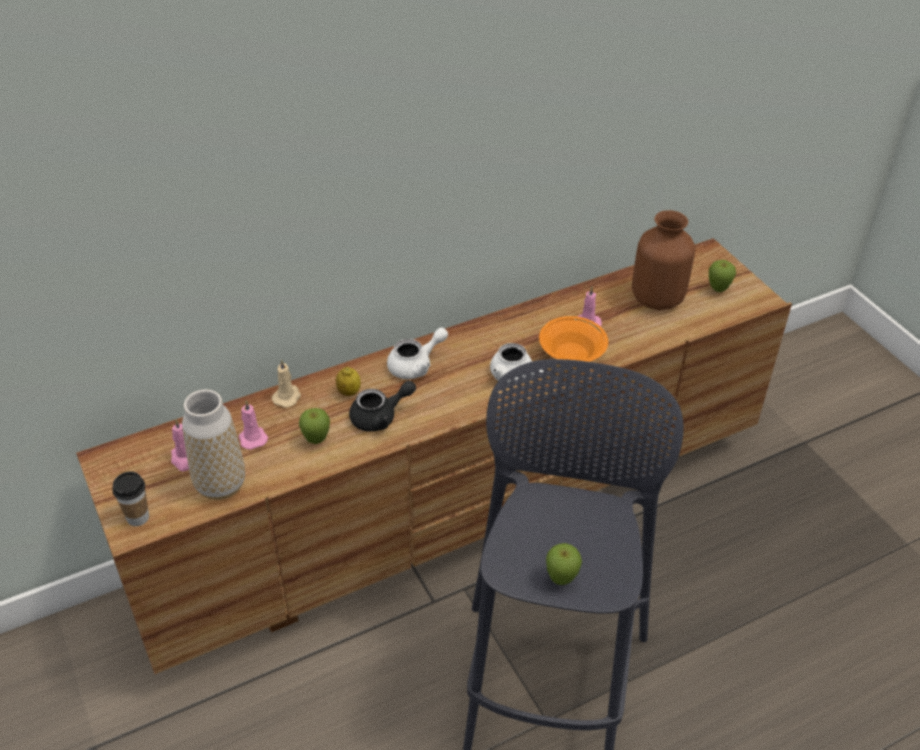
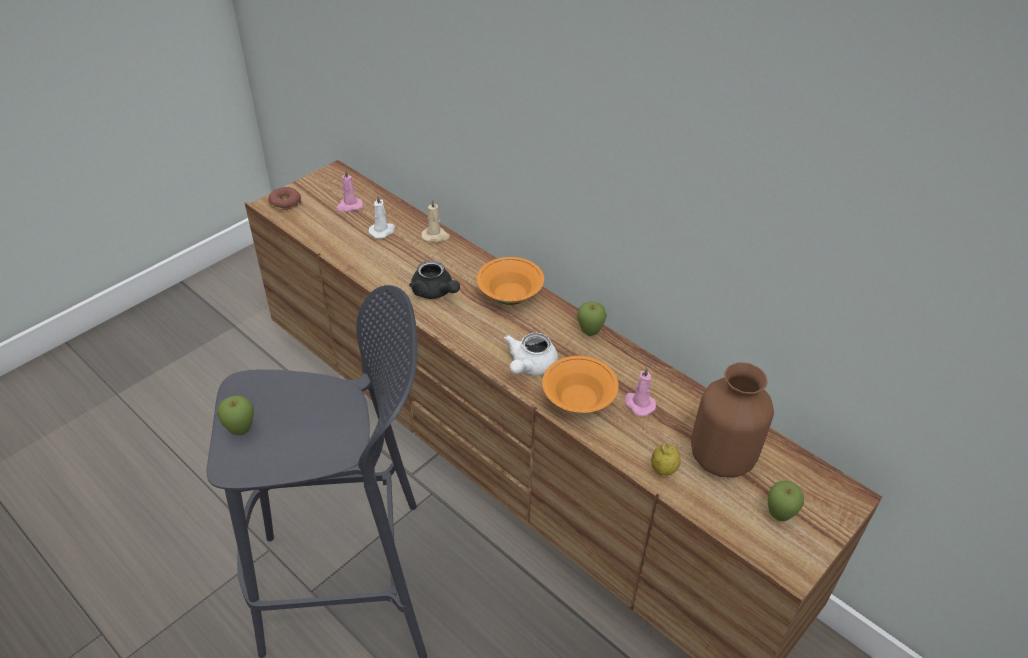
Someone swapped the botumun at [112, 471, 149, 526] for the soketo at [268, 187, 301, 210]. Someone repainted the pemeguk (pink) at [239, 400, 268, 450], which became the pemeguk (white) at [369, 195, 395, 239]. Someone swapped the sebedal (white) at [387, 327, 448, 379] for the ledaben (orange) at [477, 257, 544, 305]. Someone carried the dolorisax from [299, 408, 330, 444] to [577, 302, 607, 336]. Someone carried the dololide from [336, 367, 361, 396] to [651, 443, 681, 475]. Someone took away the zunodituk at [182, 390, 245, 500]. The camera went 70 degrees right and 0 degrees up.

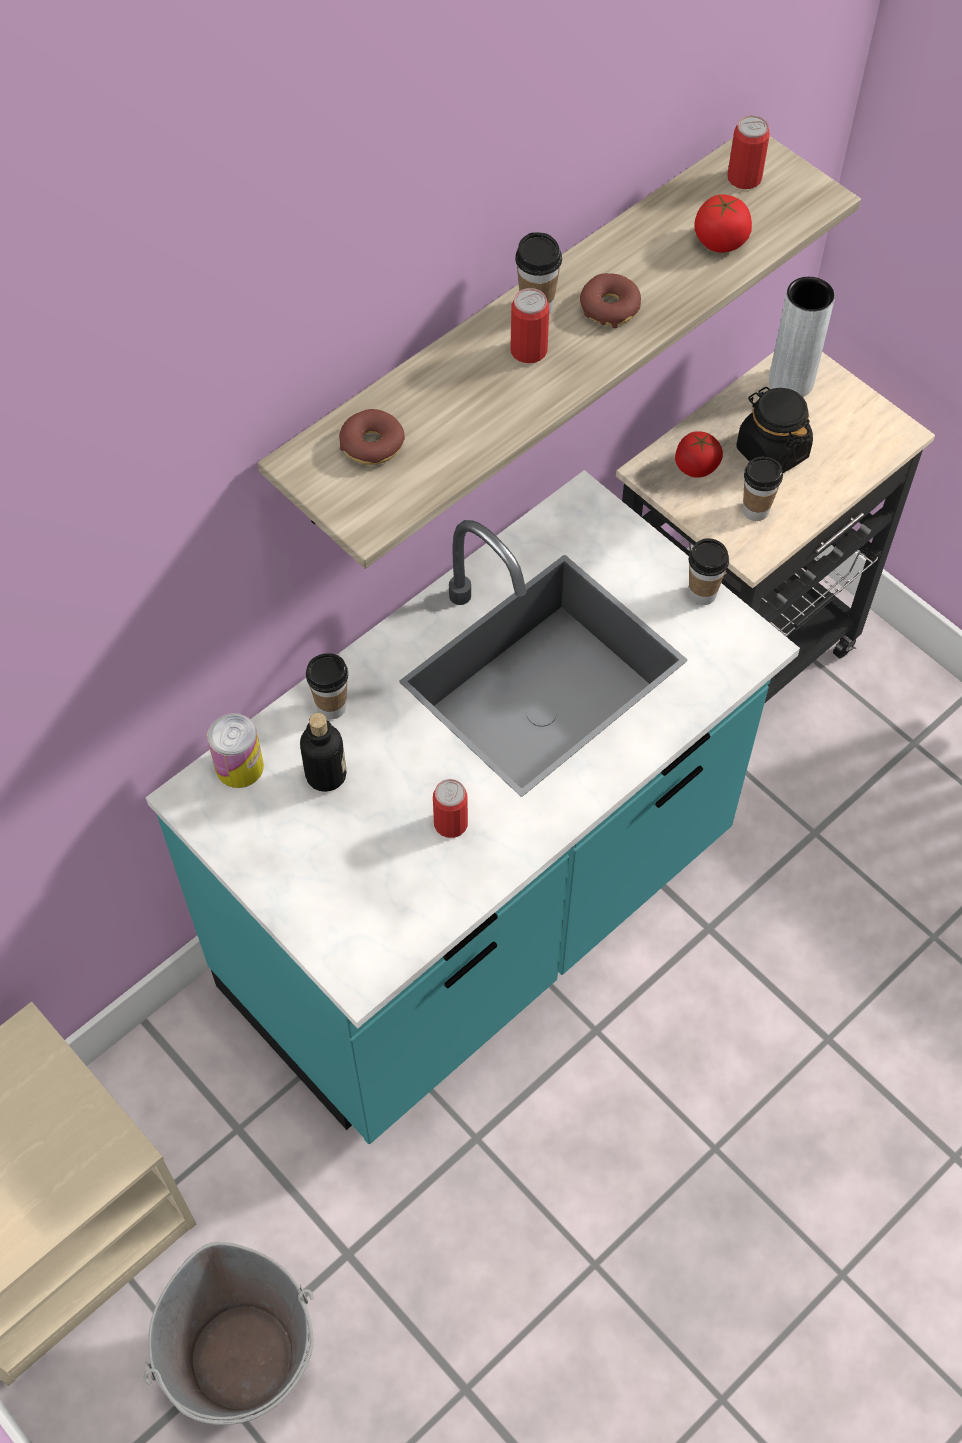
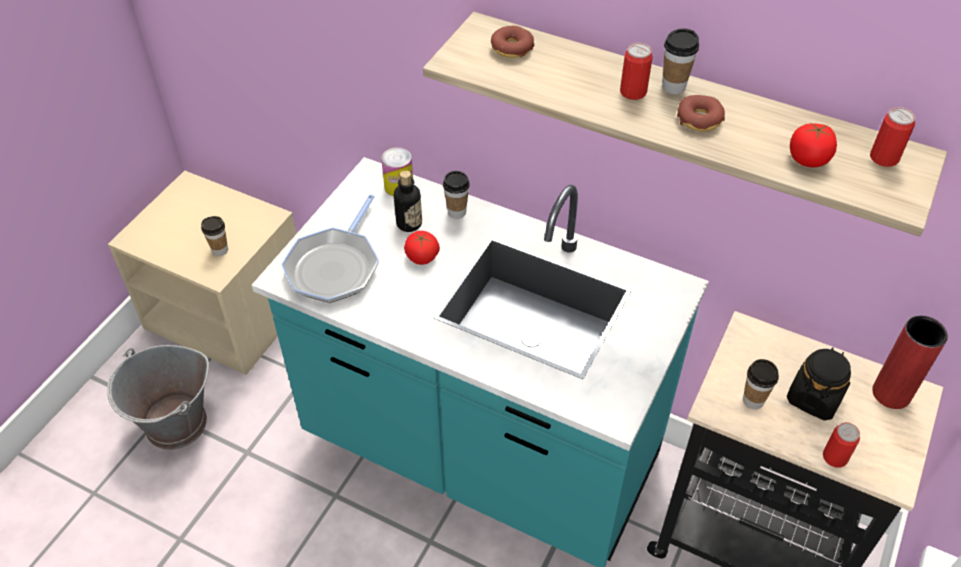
Someone carried the botumun from [689, 538, 729, 605] to [201, 216, 228, 256]. Someone put down the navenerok at [282, 194, 379, 303]. Someone carried the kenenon from [675, 431, 723, 478] to [404, 231, 440, 265]. Someone carried the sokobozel from [433, 779, 468, 838] to [823, 422, 860, 468]. Someone repainted the zunodituk (grey) at [769, 277, 835, 397], which became the zunodituk (red) at [872, 316, 948, 409]. The camera went 70 degrees right and 10 degrees down.

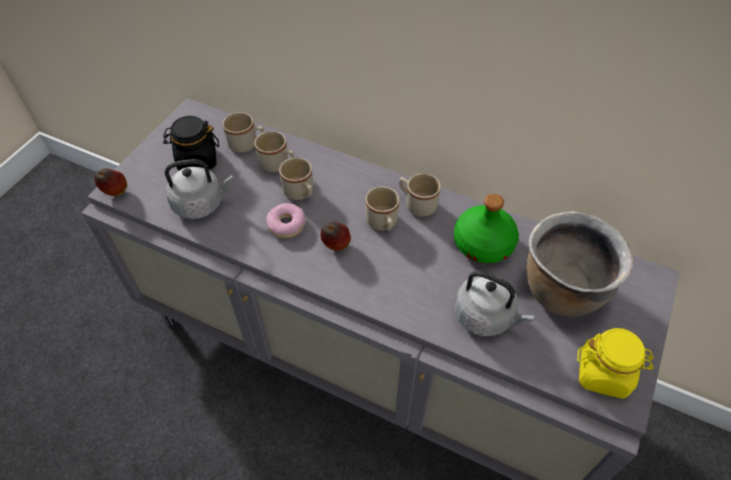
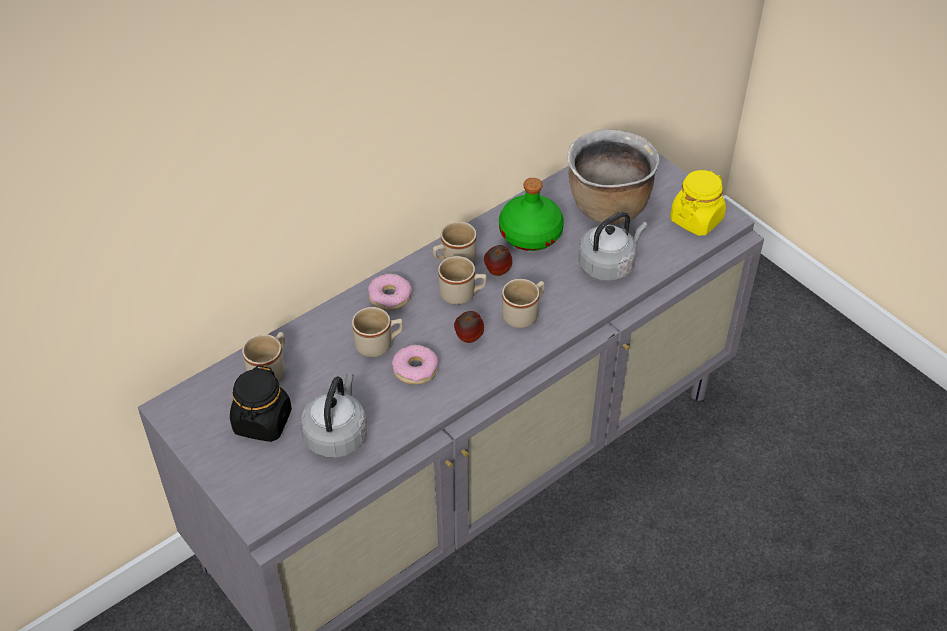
Someone put down the soketo at [368, 274, 412, 310]. Someone carried the dolorisax from [94, 168, 127, 196] to [484, 245, 512, 276]. Someone carried the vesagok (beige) from [254, 131, 294, 172] to [502, 279, 545, 328]. The camera went 65 degrees left and 5 degrees down.

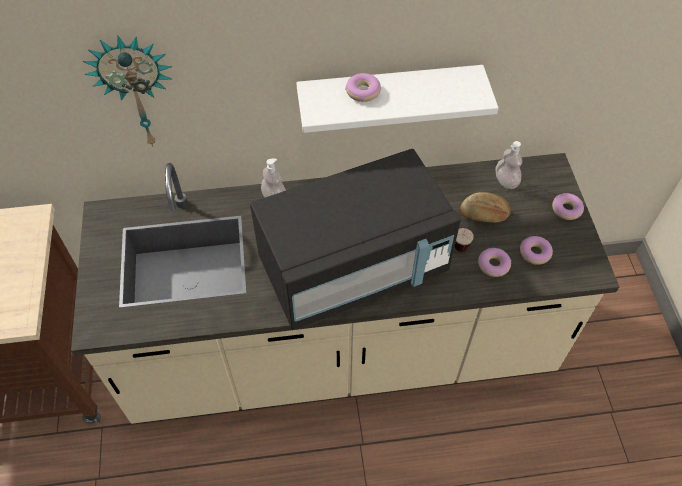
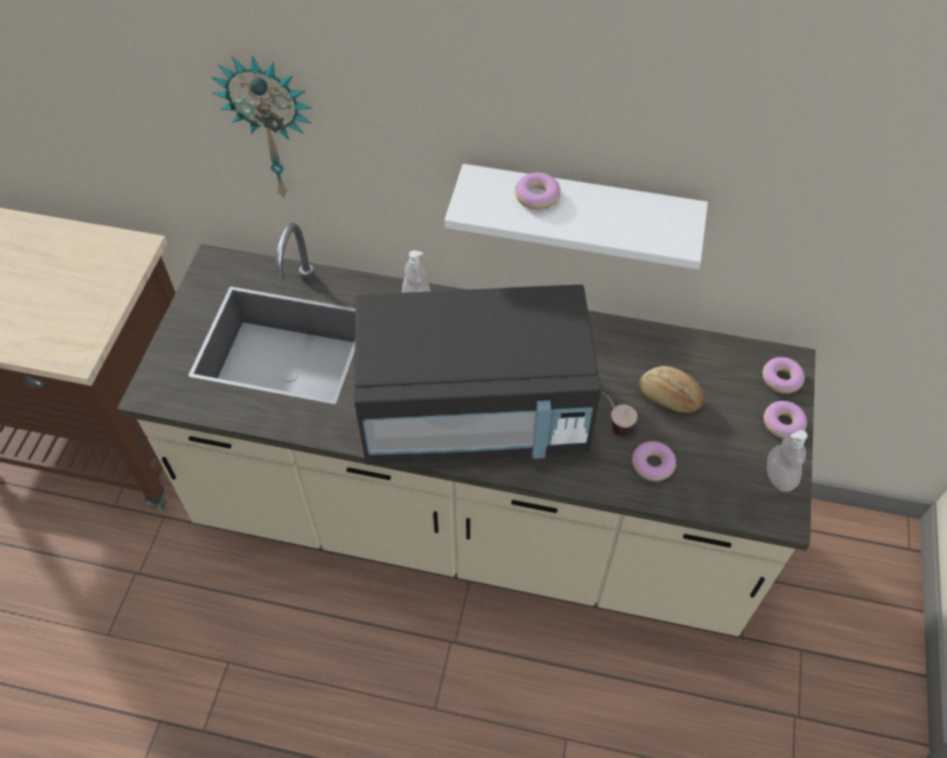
Someone carried the soketo from [520, 236, 553, 265] to [762, 357, 805, 394]. Someone carried the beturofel from [495, 141, 522, 189] to [767, 430, 808, 492]. The camera went 20 degrees right and 0 degrees up.

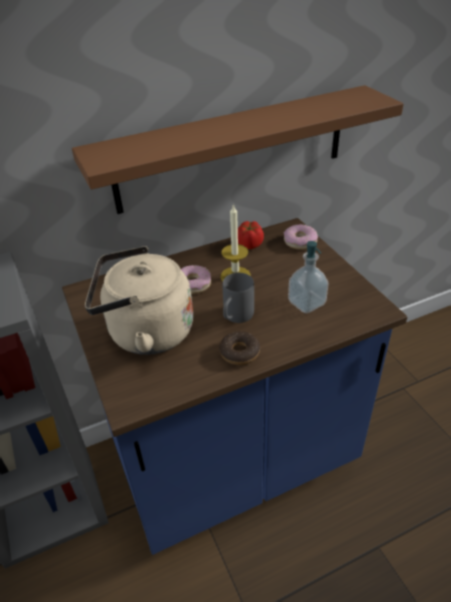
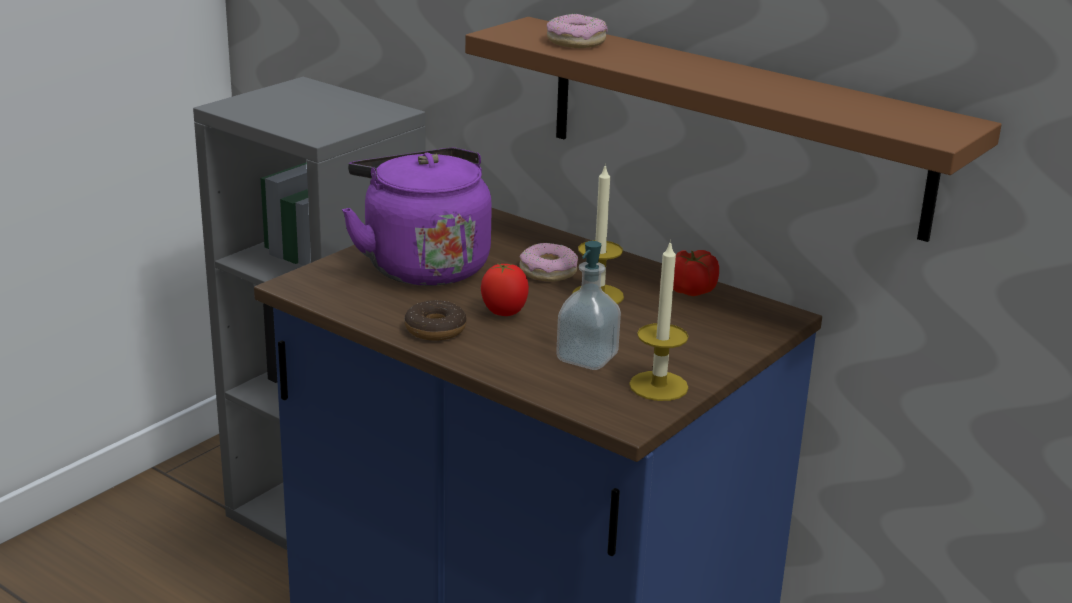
Someone repainted the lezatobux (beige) at [85, 246, 193, 355], which became the lezatobux (purple) at [342, 148, 492, 286]. Someone swapped the vesagok (grey) at [223, 273, 254, 323] for the kenenon at [481, 263, 529, 316]. Someone carried the soketo from [284, 224, 318, 250] to [547, 14, 608, 48]. Someone put down the pemeguk at [629, 240, 689, 401]. The camera went 60 degrees right and 15 degrees down.

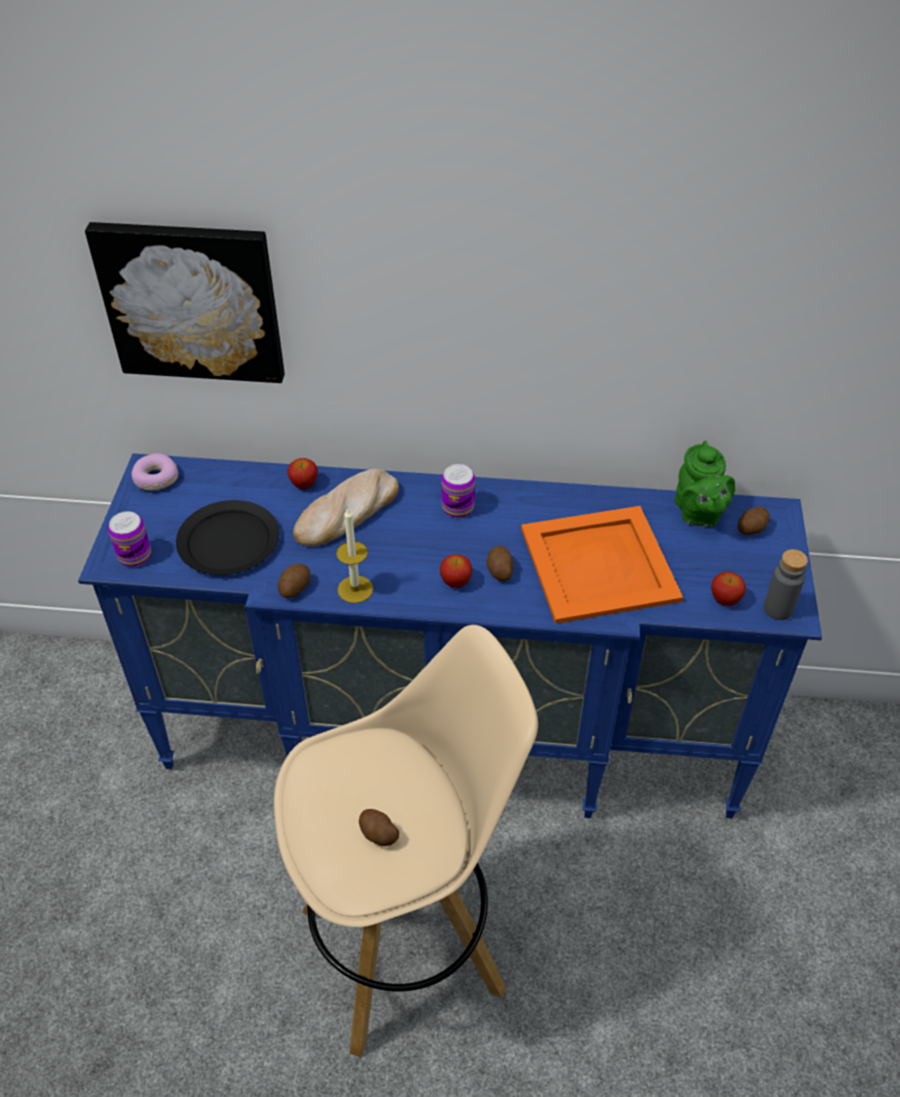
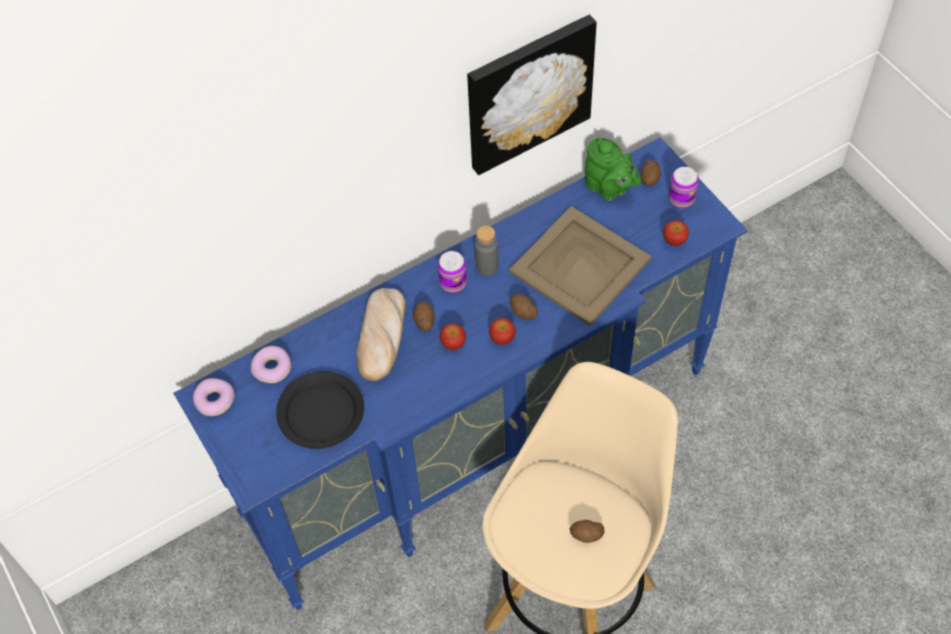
Someone put down the soketo at [251, 346, 291, 383]. Someone carried the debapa from [278, 564, 310, 598] to [413, 301, 435, 331]. Someone carried the dolorisax from [288, 458, 318, 489] to [440, 324, 466, 350]. Someone carried the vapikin from [85, 222, 285, 383] to [467, 15, 597, 175]. Someone carried the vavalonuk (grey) from [763, 549, 808, 620] to [475, 226, 498, 276]. Someone repainted the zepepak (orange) at [521, 506, 683, 624], which became the zepepak (beige) at [509, 206, 652, 326]. Someone carried the sokobozel from [108, 511, 151, 567] to [669, 167, 699, 208]. Someone took away the pemeguk at [336, 509, 373, 603]. The camera went 35 degrees left and 10 degrees up.

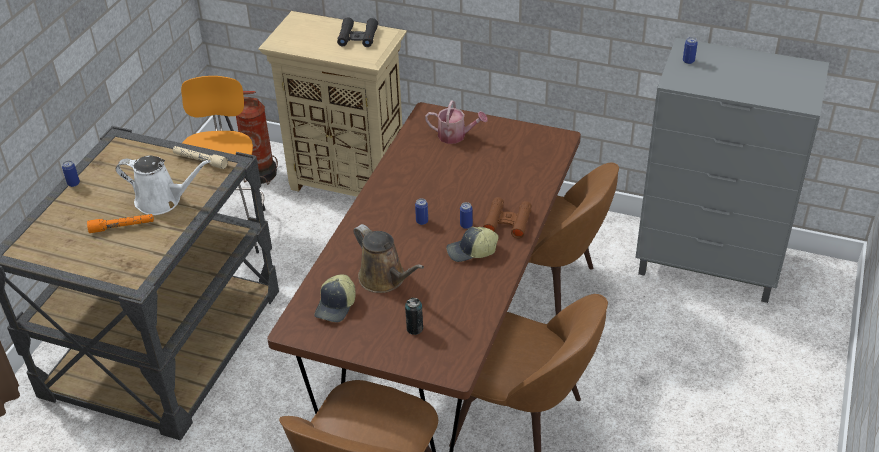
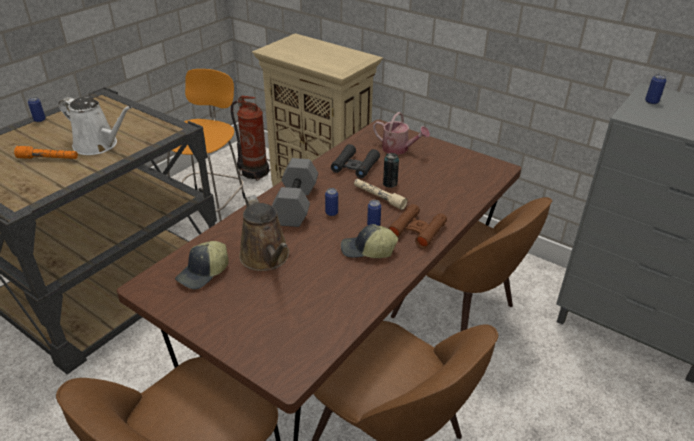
Someone put down the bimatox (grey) at [272, 158, 318, 227]. Someone carried the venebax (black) from [337, 17, 378, 47] to [331, 144, 380, 178]. Someone carried the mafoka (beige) from [173, 146, 228, 169] to [354, 179, 407, 210]. Someone carried the sokobozel from [405, 298, 423, 335] to [383, 153, 399, 188]. The camera went 15 degrees right and 5 degrees down.

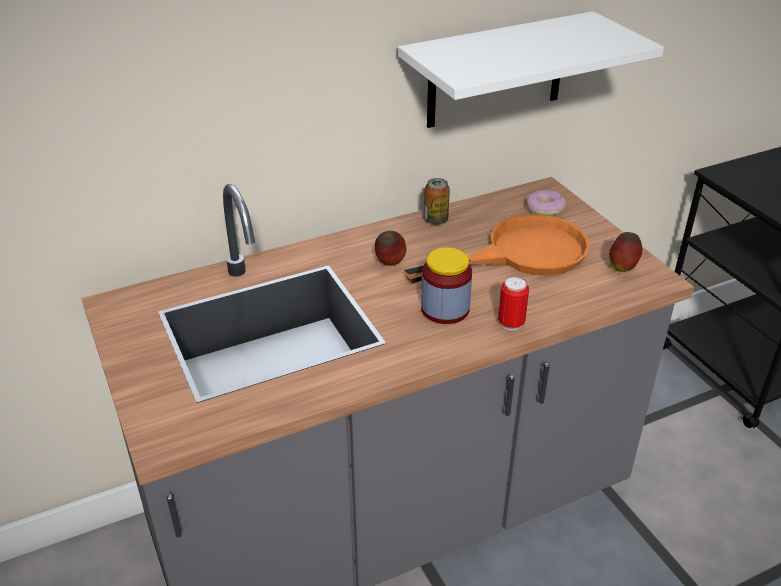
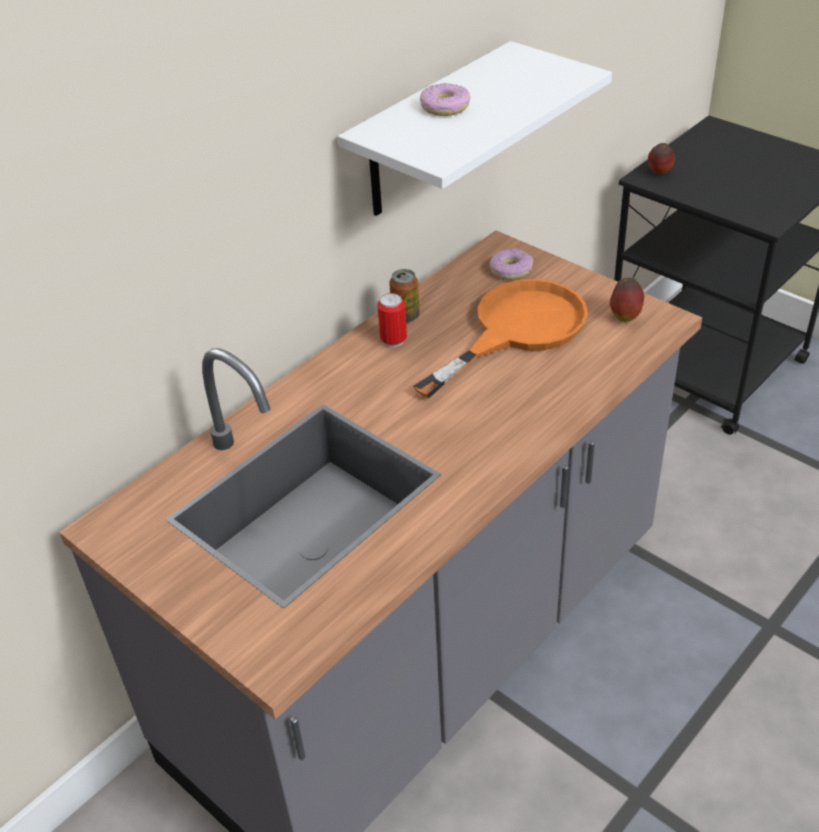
Someone carried the sokobozel from [498, 277, 529, 330] to [377, 293, 407, 347]. Someone put down the soketo at [420, 83, 470, 116]. Someone carried the dolorisax from [375, 231, 406, 266] to [648, 143, 675, 174]. Someone took away the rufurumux at [421, 247, 472, 324]. The camera went 20 degrees left and 5 degrees up.

